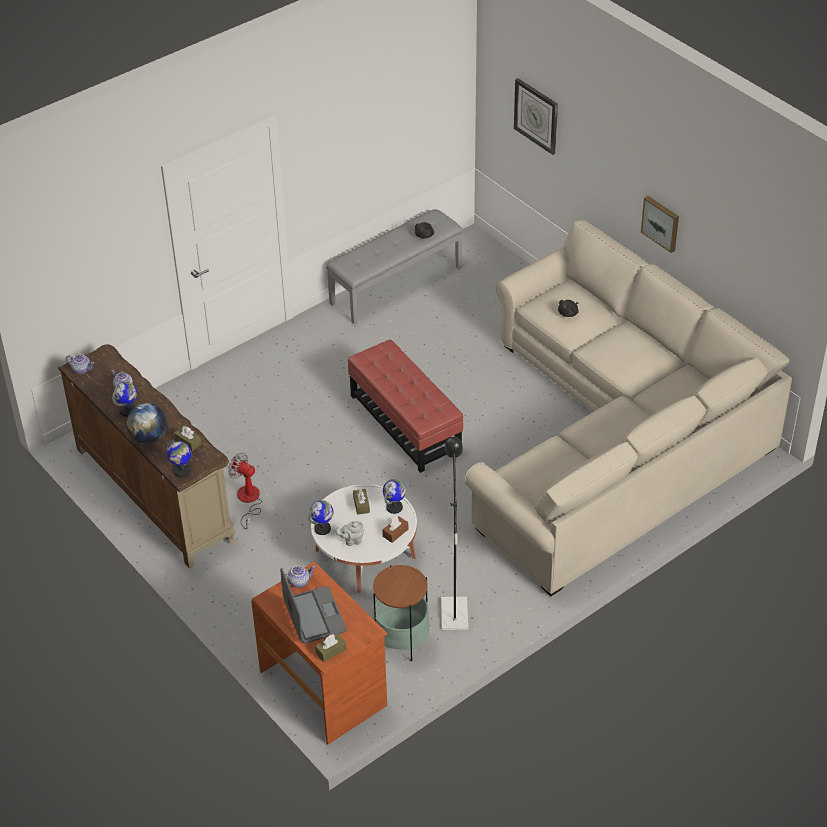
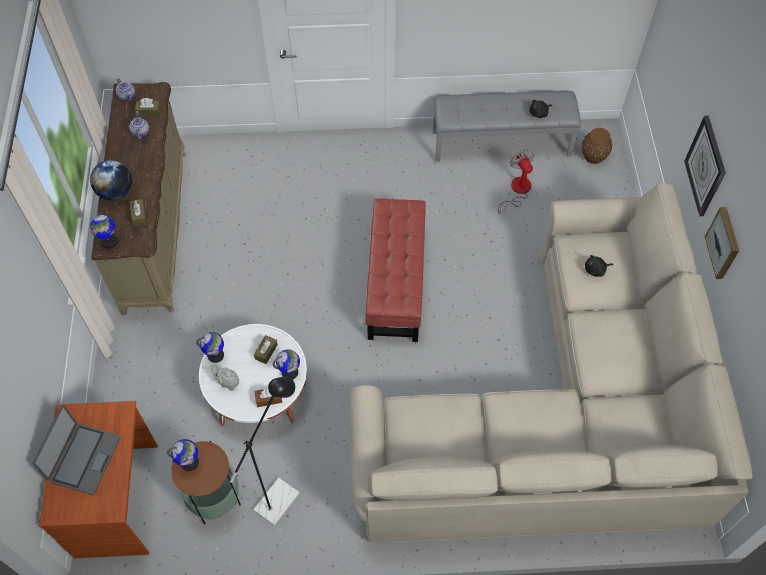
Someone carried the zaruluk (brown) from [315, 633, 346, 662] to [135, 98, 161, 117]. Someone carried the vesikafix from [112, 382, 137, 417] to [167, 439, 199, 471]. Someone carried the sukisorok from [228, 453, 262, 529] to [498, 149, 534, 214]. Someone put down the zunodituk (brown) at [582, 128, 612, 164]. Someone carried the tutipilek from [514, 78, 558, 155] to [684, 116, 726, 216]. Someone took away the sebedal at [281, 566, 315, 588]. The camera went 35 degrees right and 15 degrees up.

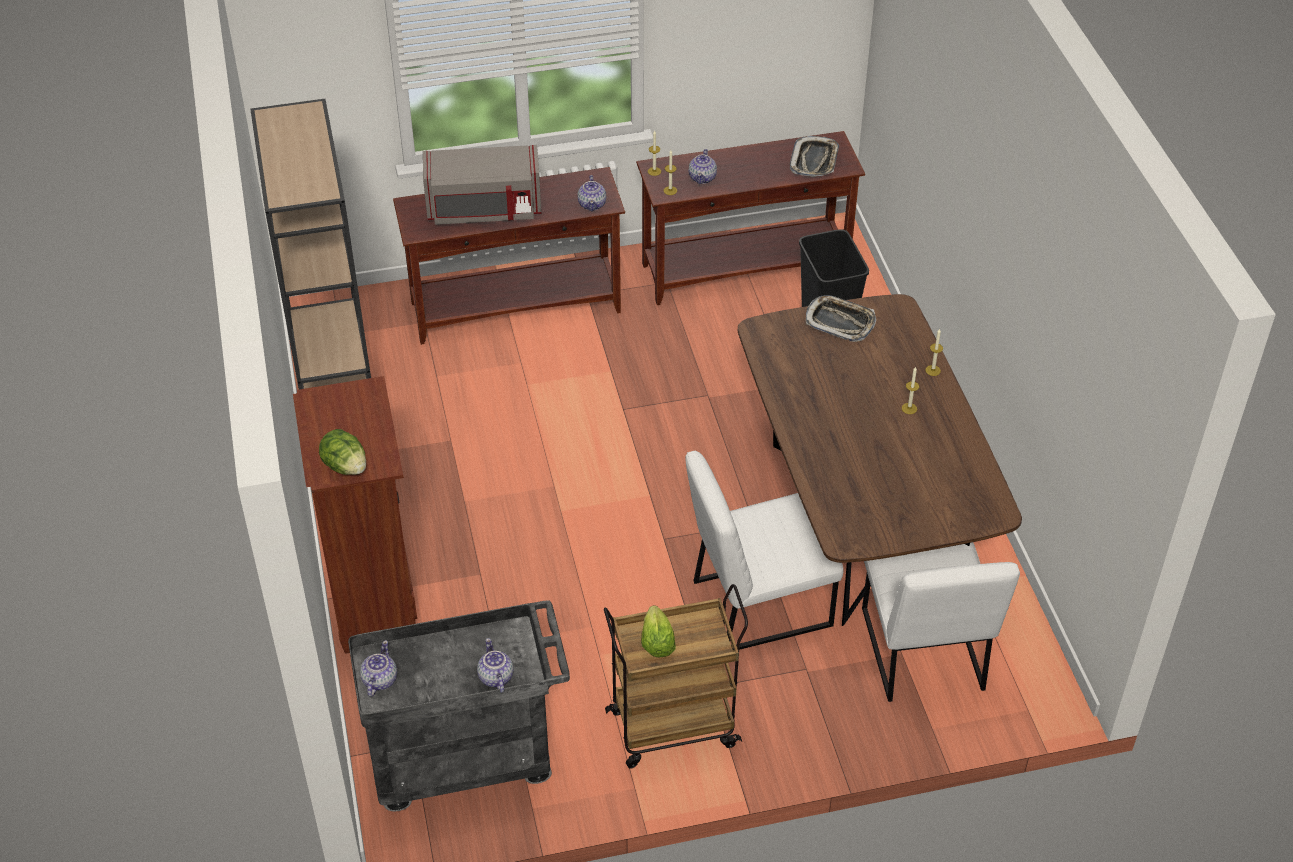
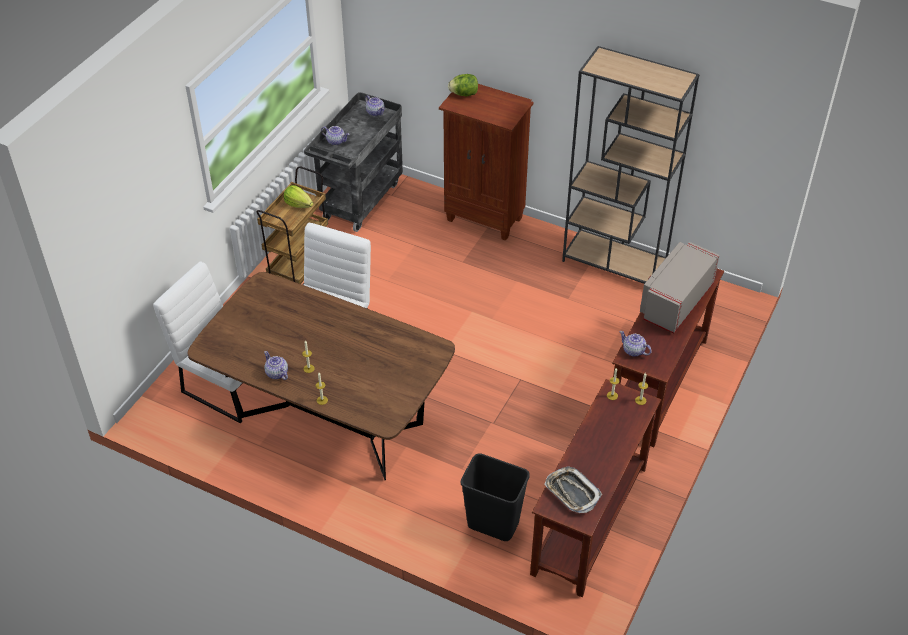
Someone carried the sebedal from [689, 149, 717, 184] to [264, 351, 288, 380]. Someone took away the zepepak at [806, 295, 876, 342]. The camera went 130 degrees right and 0 degrees up.

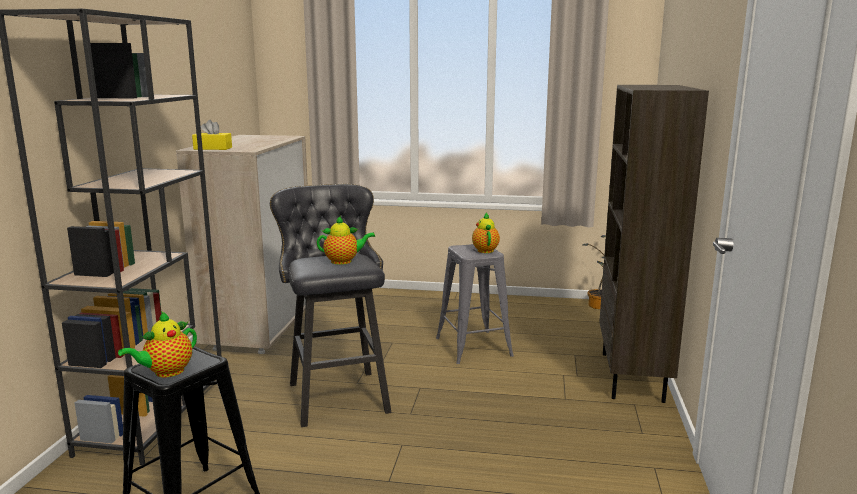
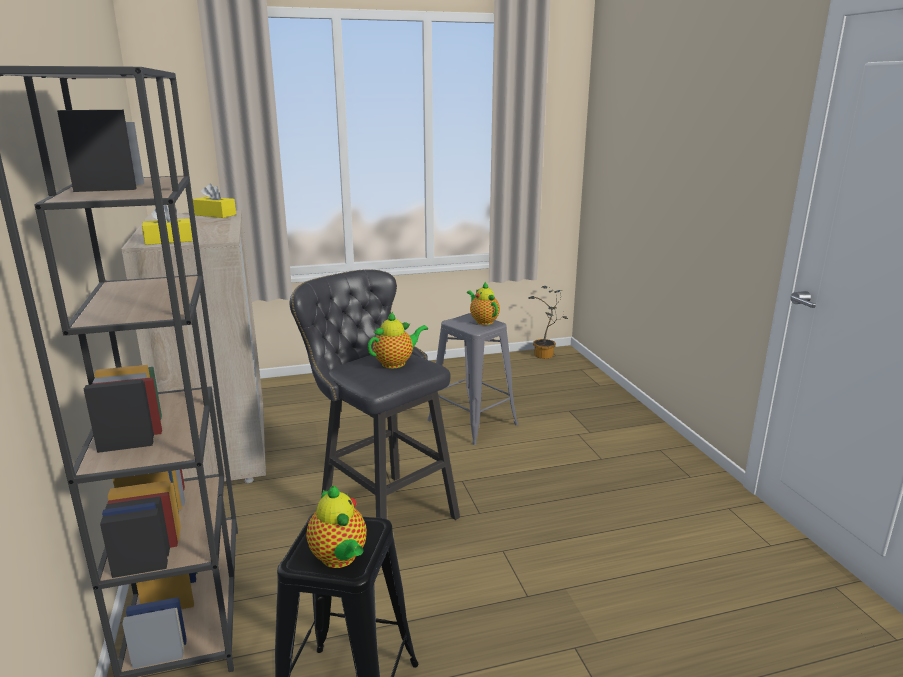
Someone put down the zaruluk (yellow) at [193, 183, 236, 218]. Someone rotated the sebedal at [118, 311, 197, 377] by 45 degrees counterclockwise. Someone took away the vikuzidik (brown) at [599, 85, 709, 403]. The camera went 25 degrees left and 5 degrees up.

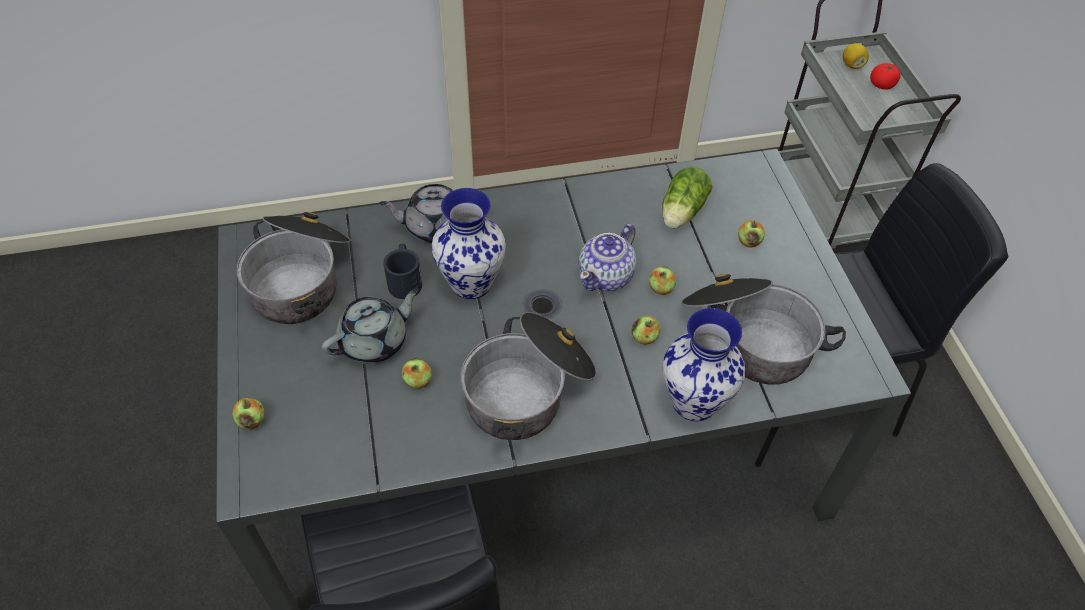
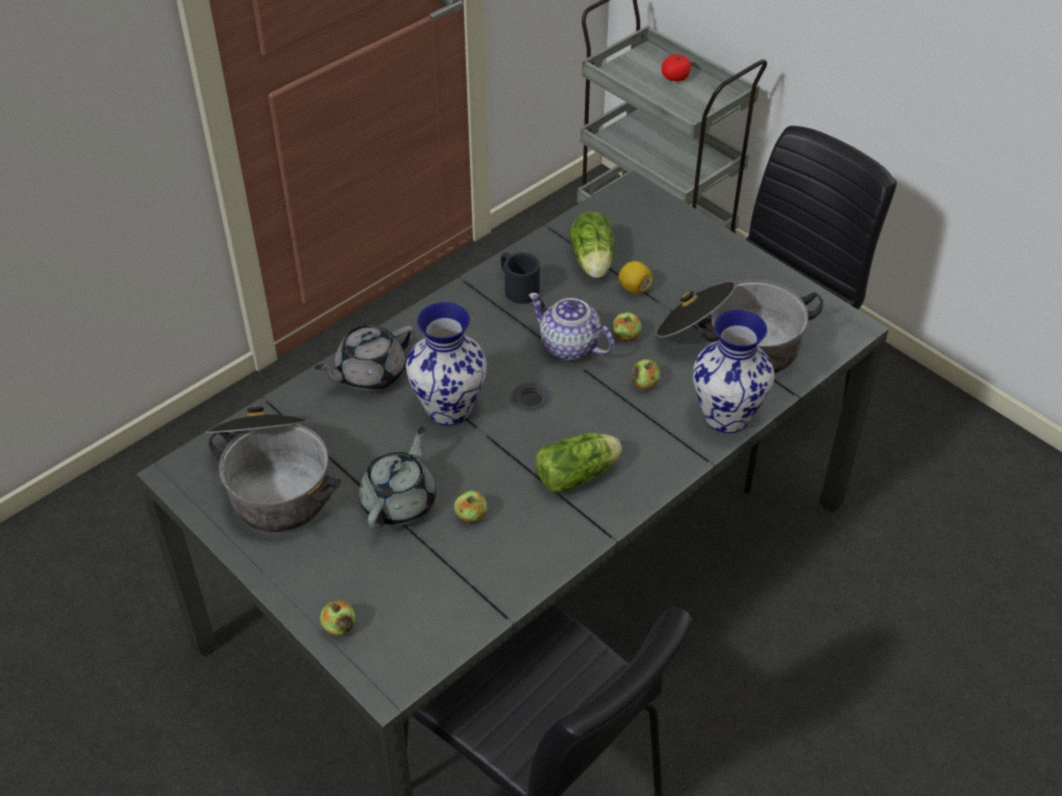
Someone carried the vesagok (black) from [383, 244, 422, 299] to [501, 252, 540, 304]. Someone rotated the sebedal at [579, 224, 637, 291] by 120 degrees clockwise. Someone swapped the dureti at [461, 312, 597, 440] for the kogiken at [536, 433, 622, 492]. Someone carried the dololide from [843, 43, 869, 69] to [619, 261, 653, 294]. Someone took away the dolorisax at [738, 220, 765, 248]. The camera went 30 degrees left and 5 degrees down.

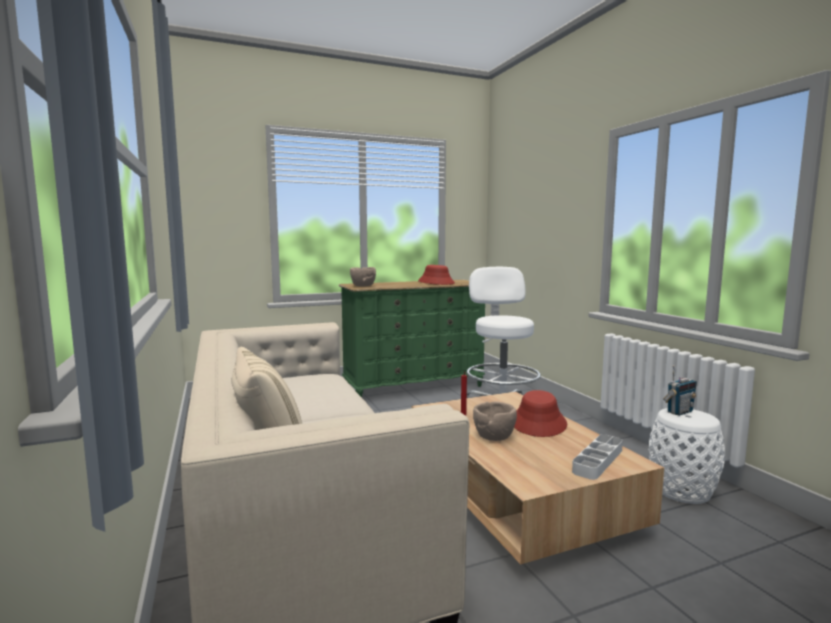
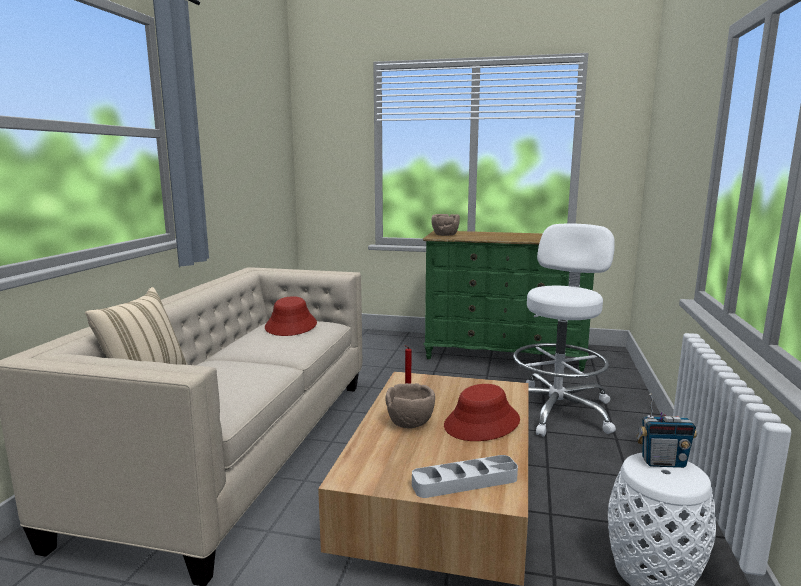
Someone carried the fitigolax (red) from [418, 265, 455, 285] to [265, 296, 317, 336]. The camera went 35 degrees right and 5 degrees up.

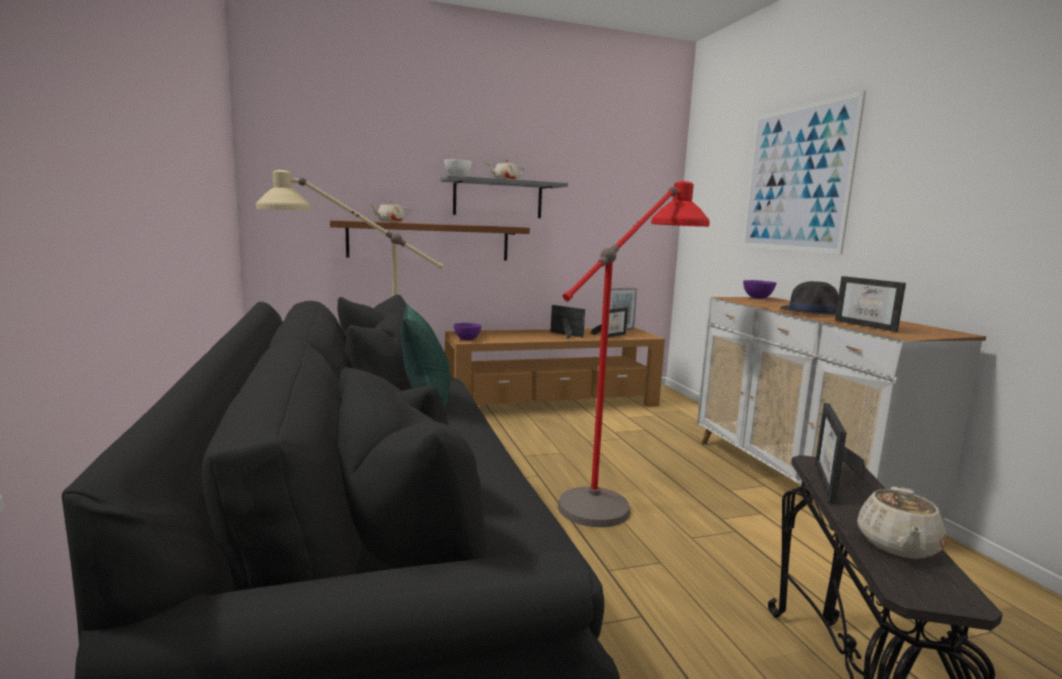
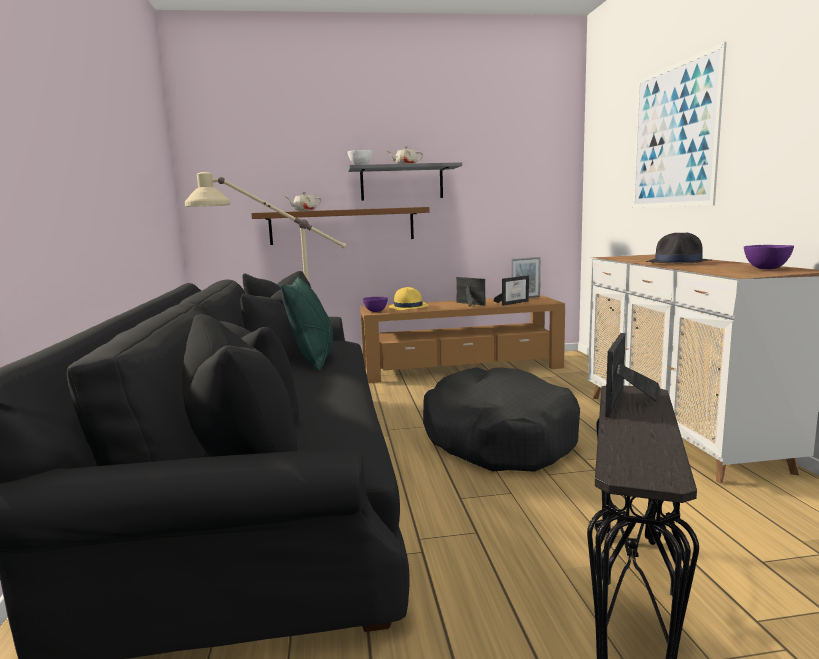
Someone put down the fitigolax (yellow) at [389, 287, 428, 310]. Someone swapped the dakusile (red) at [558, 181, 710, 527] for the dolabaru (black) at [423, 367, 580, 472]. Someone carried the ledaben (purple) from [743, 280, 776, 299] to [744, 245, 794, 269]. Someone took away the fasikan at [835, 276, 906, 332]. Someone took away the sebedal (beige) at [857, 487, 946, 559]. The camera went 10 degrees right and 0 degrees up.

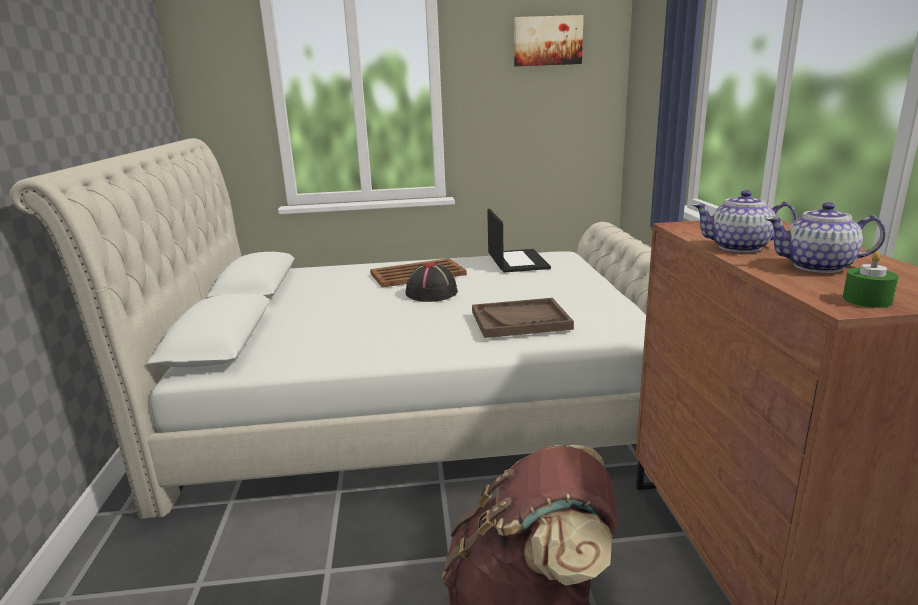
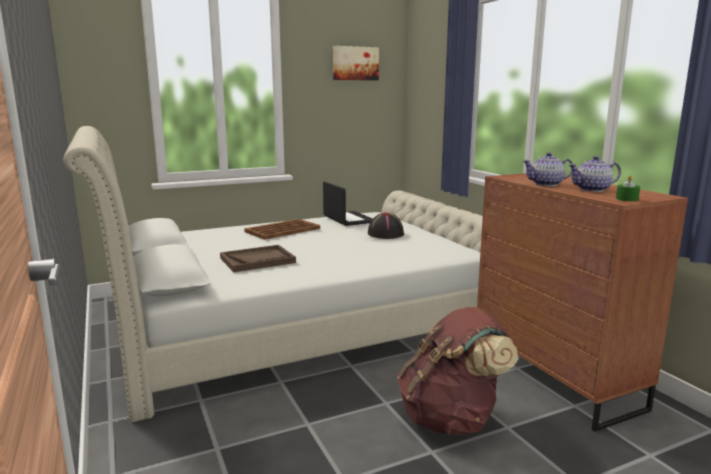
Someone carried the zepepak (brown) from [472, 298, 574, 338] to [220, 245, 296, 272]. Someone carried the fitigolax (black) from [405, 263, 458, 302] to [368, 213, 404, 239]. The camera went 20 degrees left and 5 degrees down.

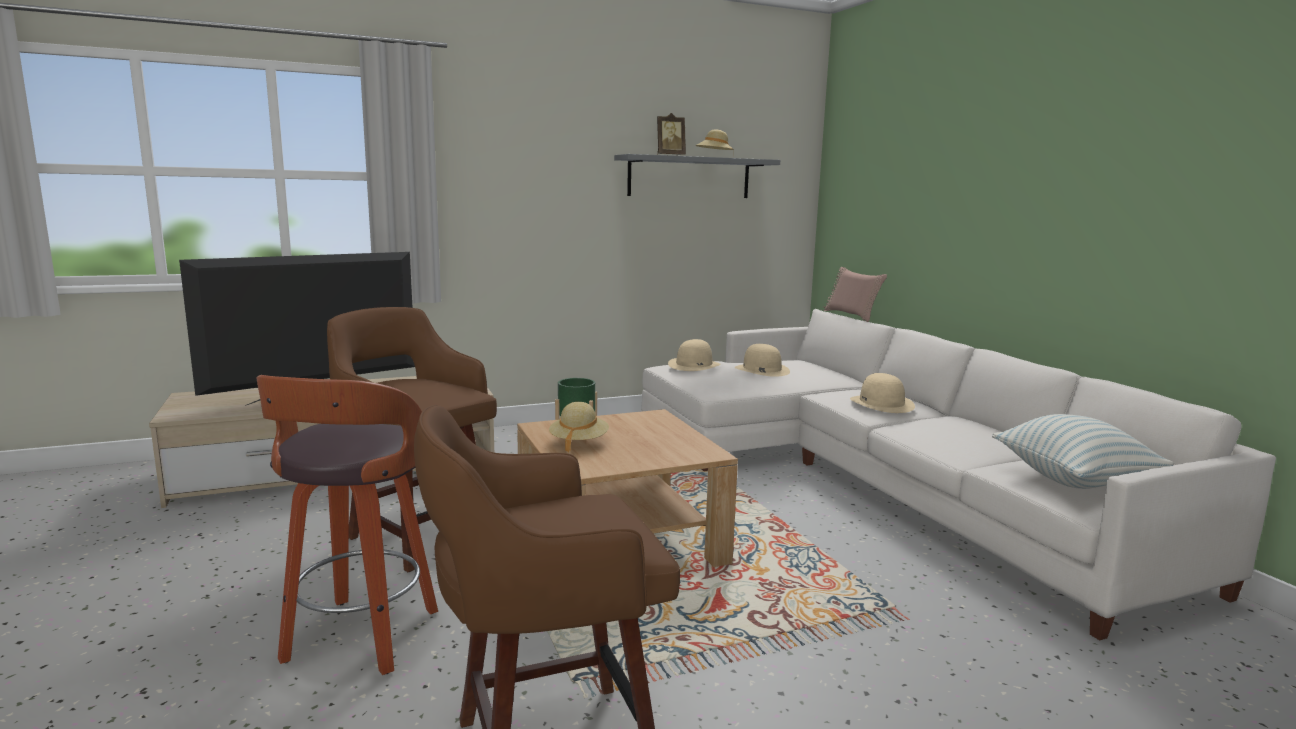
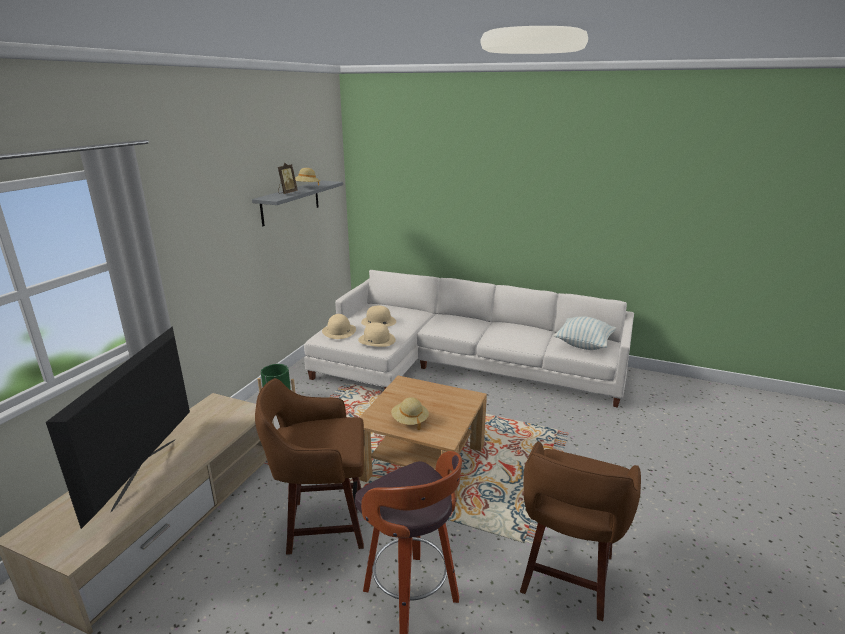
Someone carried the fitigolax (beige) from [850, 373, 915, 413] to [358, 322, 396, 347]. Someone took away the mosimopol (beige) at [823, 267, 887, 322]. The camera went 45 degrees left and 10 degrees up.

